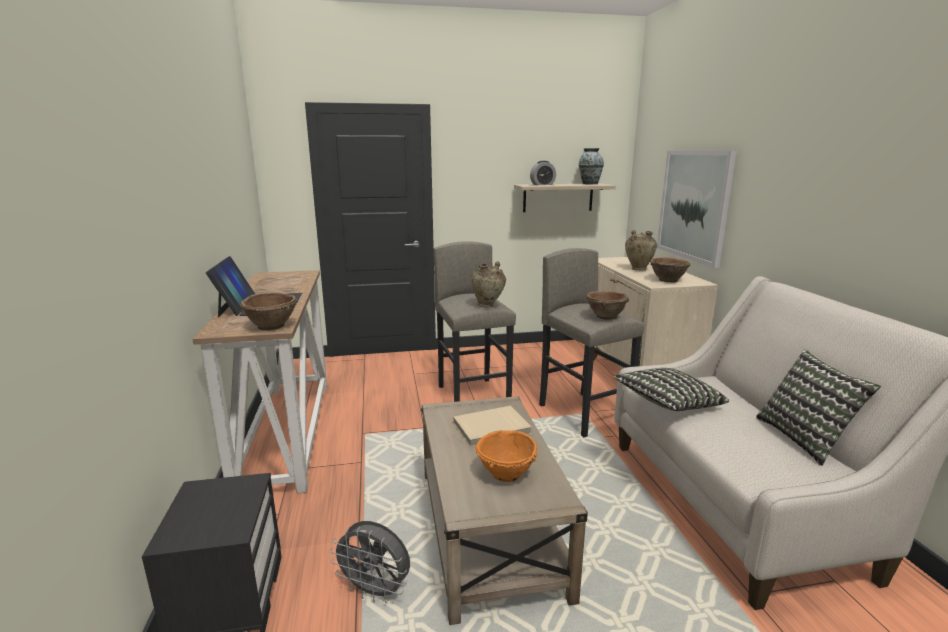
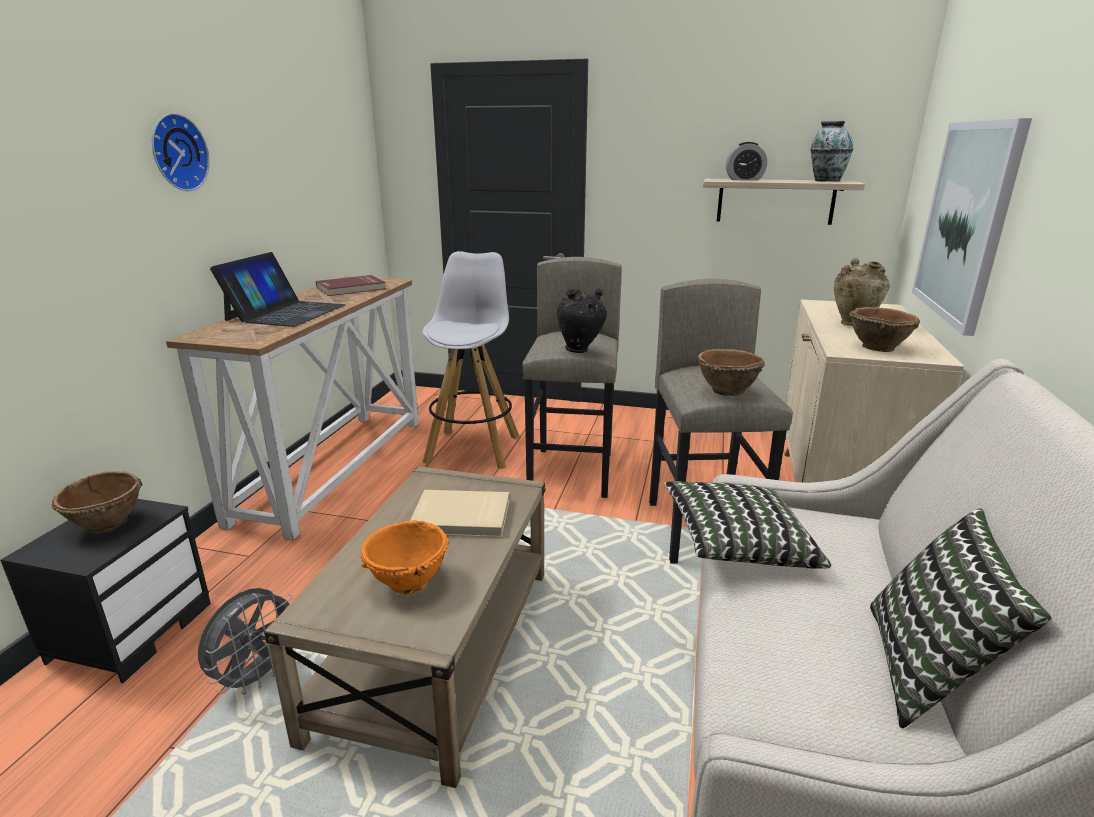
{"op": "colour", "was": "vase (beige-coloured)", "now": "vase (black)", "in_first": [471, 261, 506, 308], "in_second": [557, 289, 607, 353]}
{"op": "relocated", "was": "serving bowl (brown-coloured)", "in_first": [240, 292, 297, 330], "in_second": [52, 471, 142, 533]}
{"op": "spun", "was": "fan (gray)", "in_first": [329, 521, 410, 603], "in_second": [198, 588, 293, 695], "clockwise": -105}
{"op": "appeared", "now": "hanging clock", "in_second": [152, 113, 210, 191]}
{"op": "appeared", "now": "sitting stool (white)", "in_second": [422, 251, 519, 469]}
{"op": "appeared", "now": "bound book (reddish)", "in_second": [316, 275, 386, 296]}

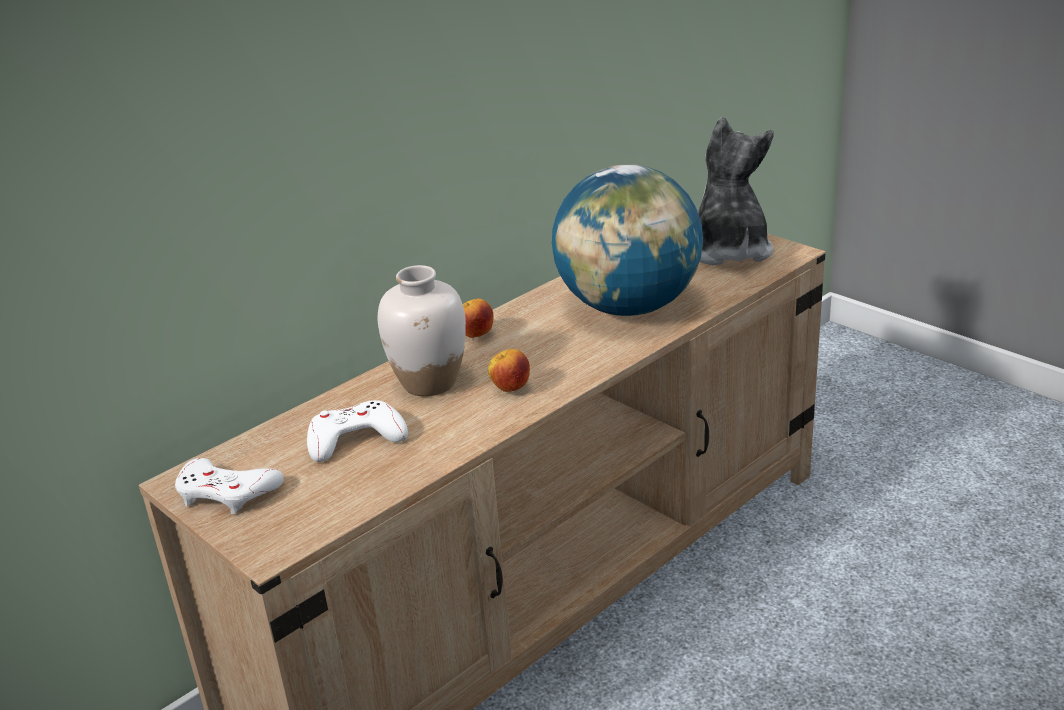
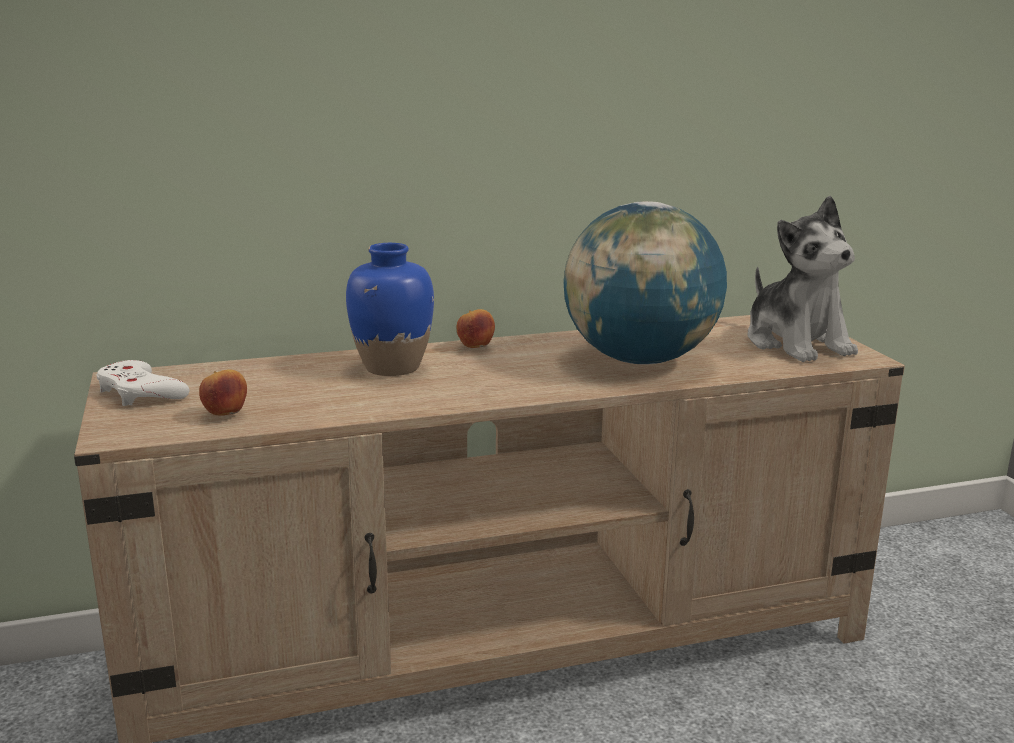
{"op": "spun", "was": "cuddly toy", "in_first": [698, 117, 774, 265], "in_second": [748, 196, 858, 362], "clockwise": 135}
{"op": "colour", "was": "vase (white)", "now": "vase (blue)", "in_first": [378, 265, 466, 396], "in_second": [346, 243, 434, 376]}
{"op": "relocated", "was": "whole apple", "in_first": [488, 349, 530, 392], "in_second": [199, 369, 247, 416]}
{"op": "missing", "was": "gamepad (white)", "in_first": [307, 400, 408, 462]}

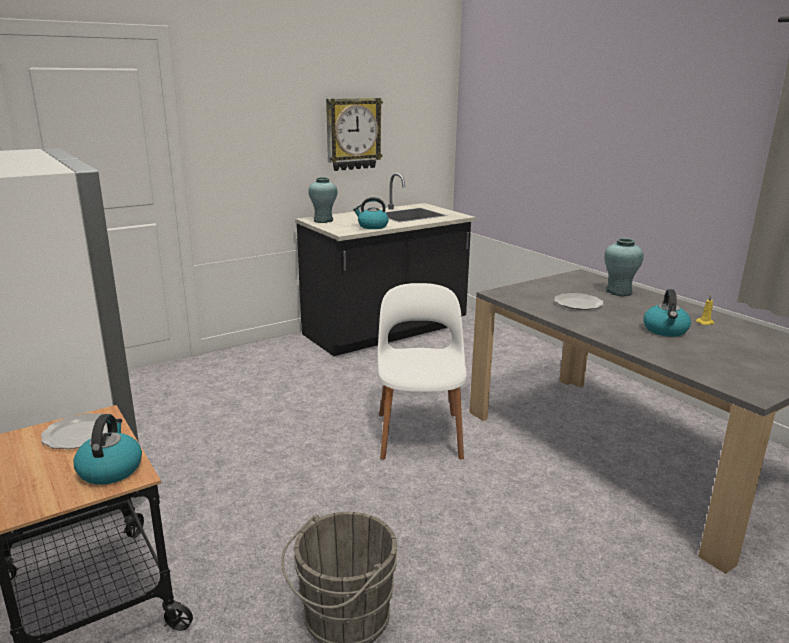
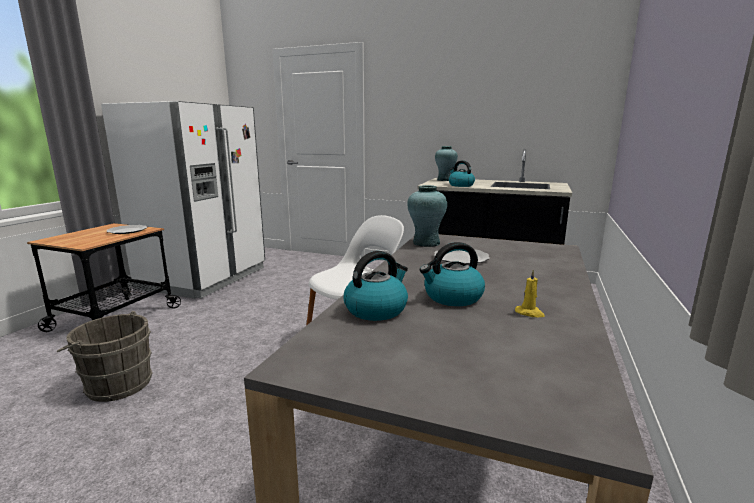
{"op": "missing", "was": "hanging clock", "in_first": [326, 98, 383, 171]}
{"op": "relocated", "was": "vase (blue-green)", "in_first": [604, 238, 644, 296], "in_second": [407, 185, 447, 247]}
{"op": "relocated", "was": "kettle", "in_first": [73, 414, 142, 485], "in_second": [344, 251, 408, 321]}

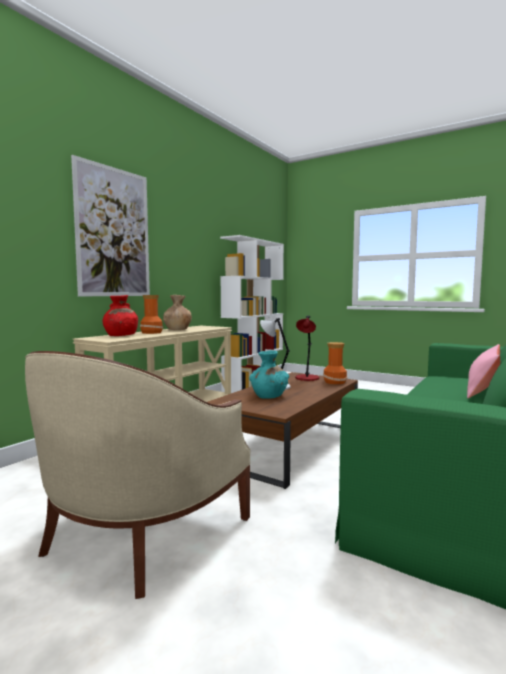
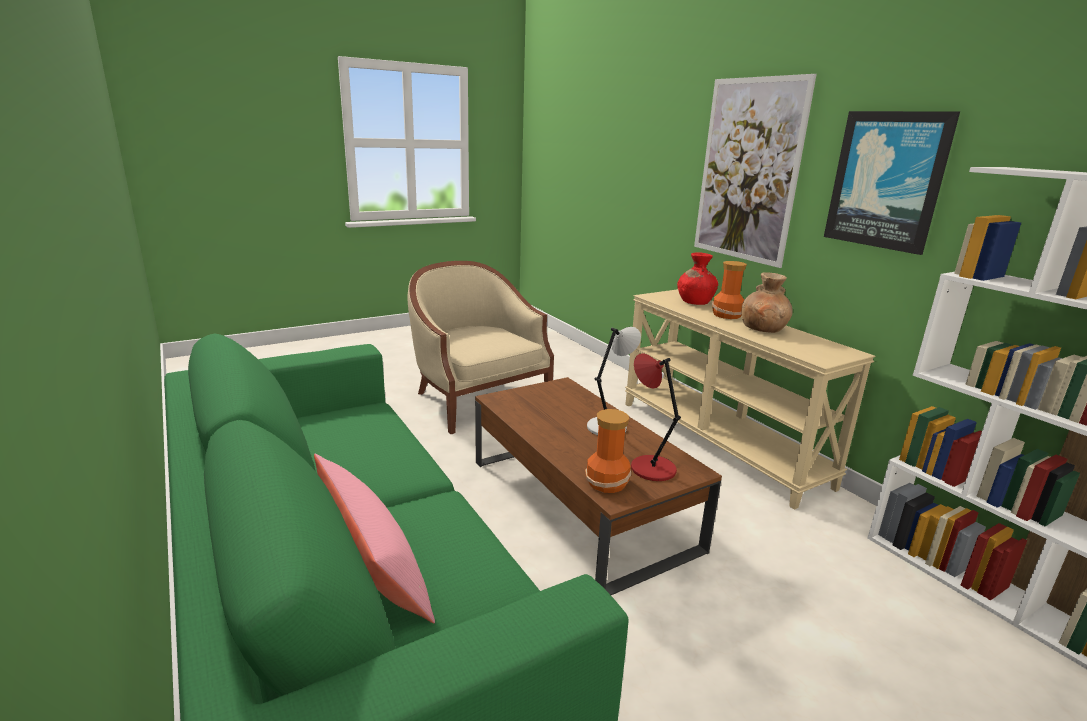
{"op": "missing", "was": "vase (blue-green)", "in_first": [249, 350, 289, 399]}
{"op": "appeared", "now": "picture", "in_second": [824, 111, 960, 255]}

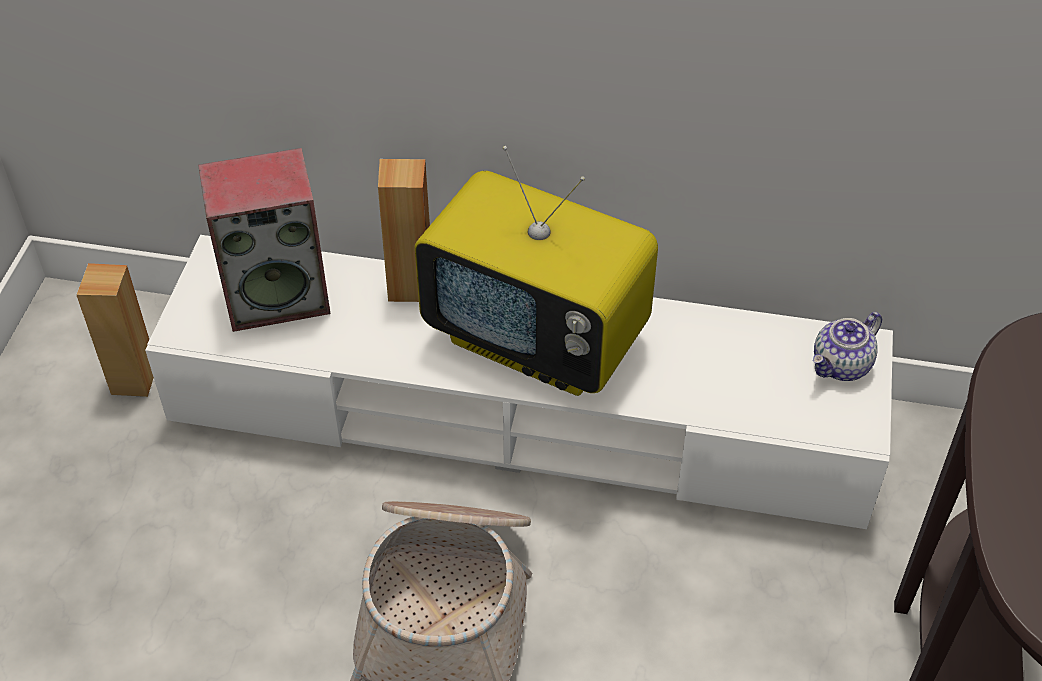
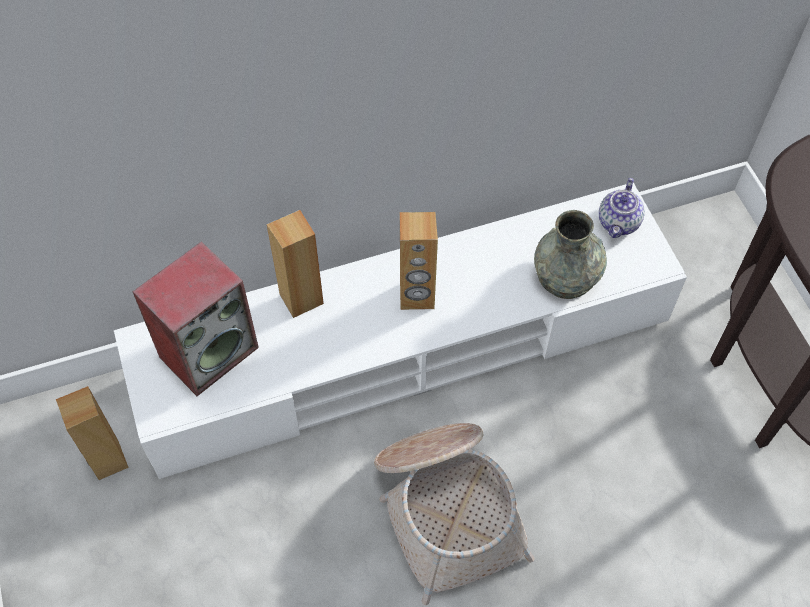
{"op": "exchanged", "was": "television", "now": "audio speaker (brown-coloured)", "in_first": [415, 146, 658, 396], "in_second": [400, 212, 438, 310]}
{"op": "appeared", "now": "vase (gray)", "in_second": [534, 210, 607, 299]}

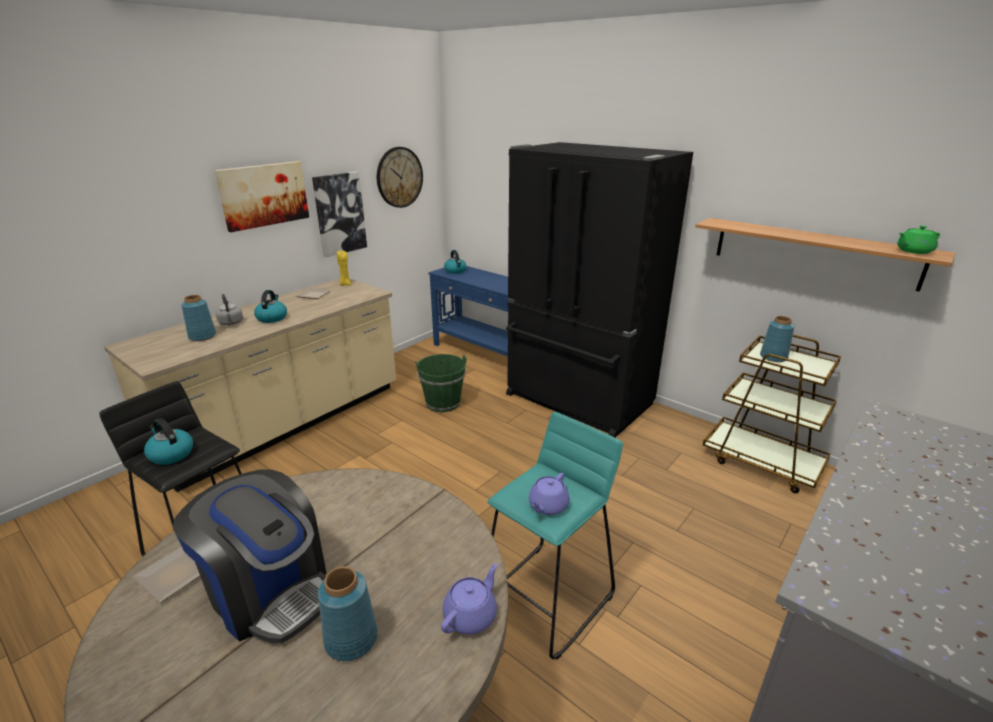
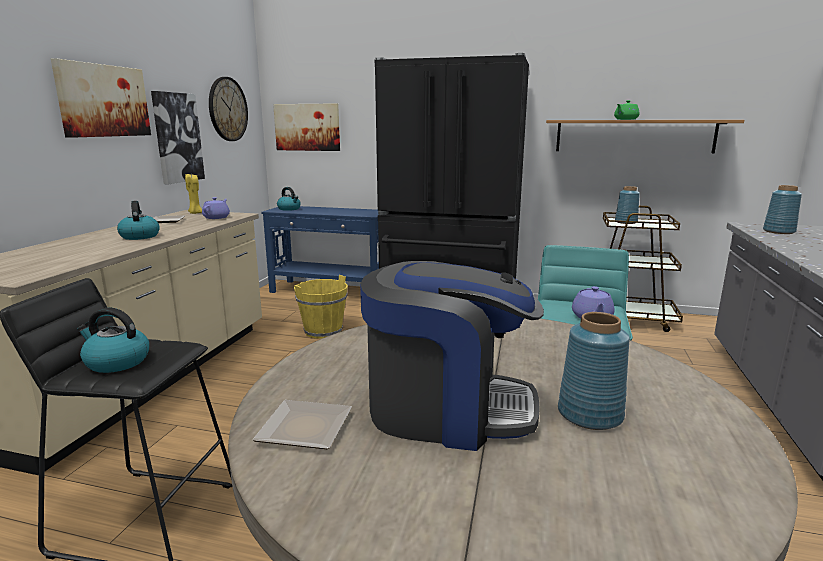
{"op": "relocated", "was": "pot for tea (green)", "in_first": [897, 225, 940, 254], "in_second": [614, 100, 640, 120]}
{"op": "missing", "was": "kettle (gray)", "in_first": [216, 294, 243, 325]}
{"op": "relocated", "was": "vase (blue)", "in_first": [181, 295, 216, 341], "in_second": [763, 185, 802, 234]}
{"op": "colour", "was": "water bucket (green)", "now": "water bucket (yellow-coloured)", "in_first": [415, 354, 467, 412], "in_second": [294, 275, 348, 339]}
{"op": "relocated", "was": "pot for tea (purplish)", "in_first": [441, 563, 498, 634], "in_second": [202, 197, 230, 219]}
{"op": "appeared", "now": "picture", "in_second": [273, 103, 340, 151]}

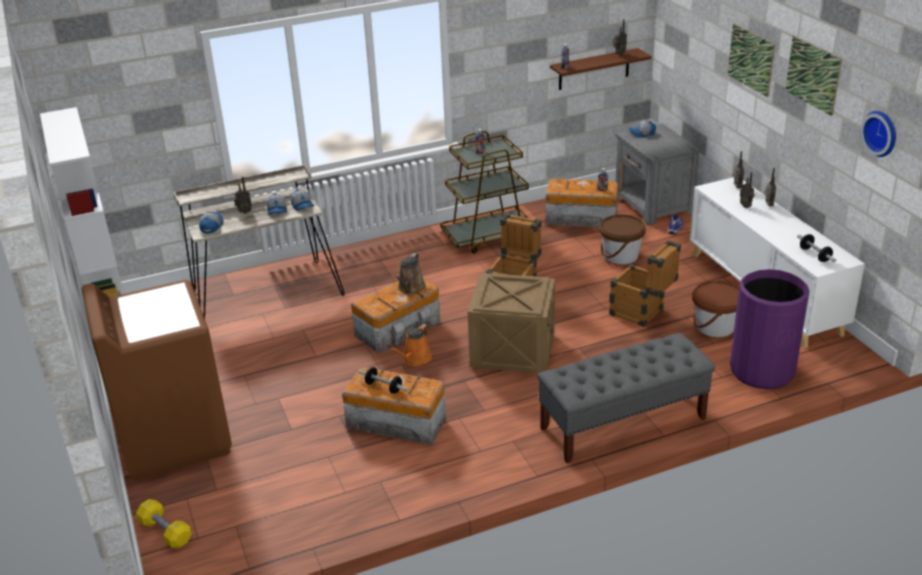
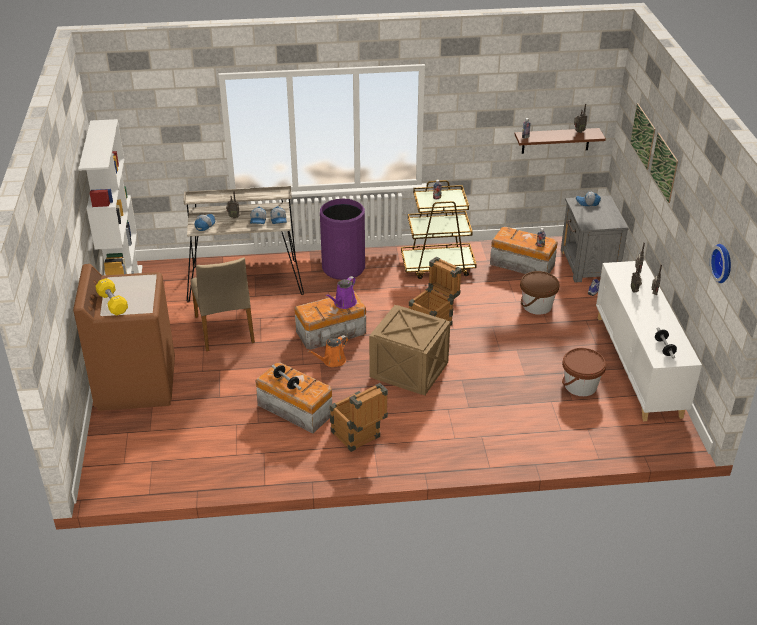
{"op": "relocated", "was": "picture", "in_first": [785, 36, 842, 116], "in_second": [630, 103, 655, 170]}
{"op": "relocated", "was": "shipping crate", "in_first": [609, 241, 681, 327], "in_second": [330, 383, 388, 452]}
{"op": "colour", "was": "watering pot (brown-coloured)", "now": "watering pot (purplish)", "in_first": [395, 253, 426, 294], "in_second": [325, 276, 357, 309]}
{"op": "relocated", "was": "rubbish bin (purplish)", "in_first": [730, 269, 809, 389], "in_second": [320, 199, 365, 280]}
{"op": "missing", "was": "bench (gray)", "in_first": [537, 333, 715, 463]}
{"op": "relocated", "was": "hand weight (yellow-coloured)", "in_first": [136, 499, 192, 549], "in_second": [95, 278, 128, 315]}
{"op": "appeared", "now": "plain chair (beige-coloured)", "in_second": [190, 257, 255, 351]}

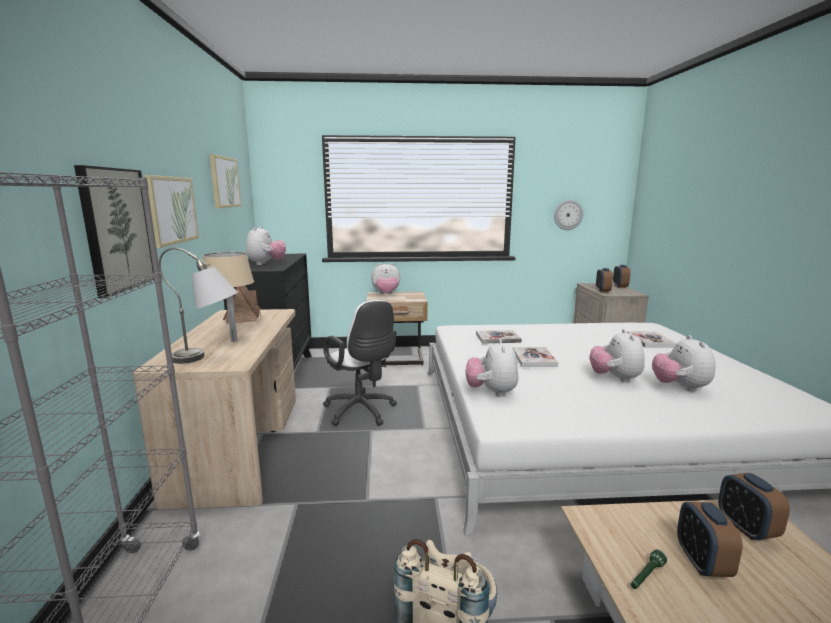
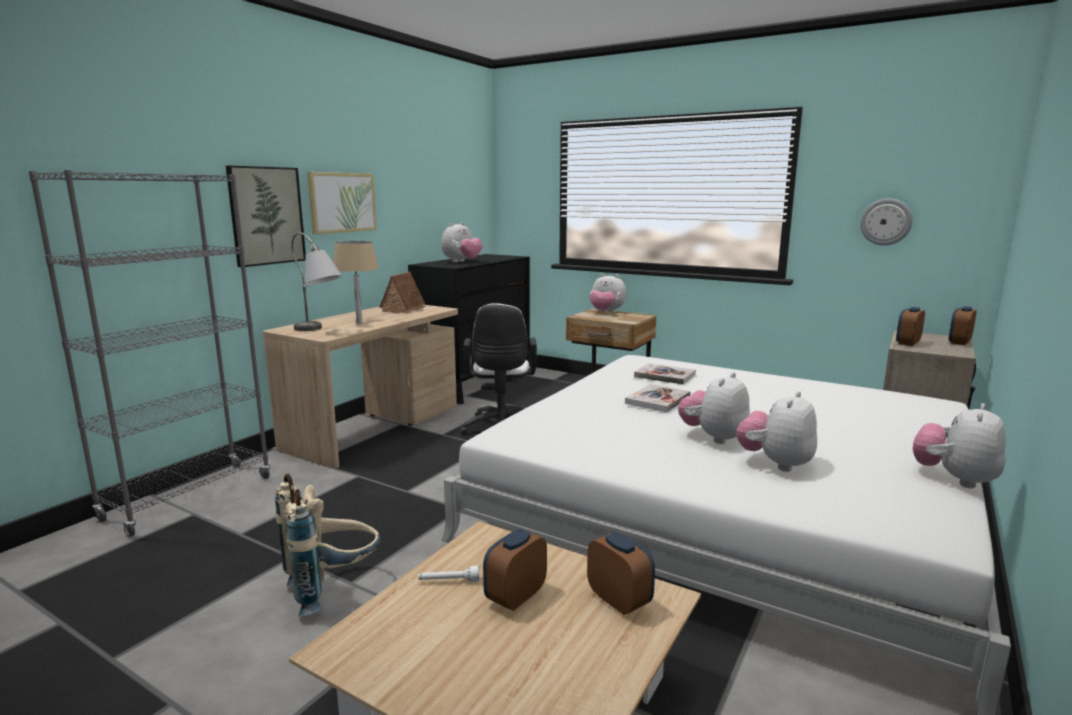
{"op": "missing", "was": "picture", "in_first": [209, 154, 241, 208]}
{"op": "missing", "was": "bound book", "in_first": [627, 331, 677, 348]}
{"op": "relocated", "was": "cuddly toy", "in_first": [466, 339, 518, 397], "in_second": [913, 403, 1006, 488]}
{"op": "spun", "was": "table clock", "in_first": [718, 473, 790, 540], "in_second": [587, 532, 655, 615], "clockwise": 120}
{"op": "colour", "was": "hand torch (green)", "now": "hand torch (white)", "in_first": [631, 550, 667, 589], "in_second": [418, 566, 479, 582]}

